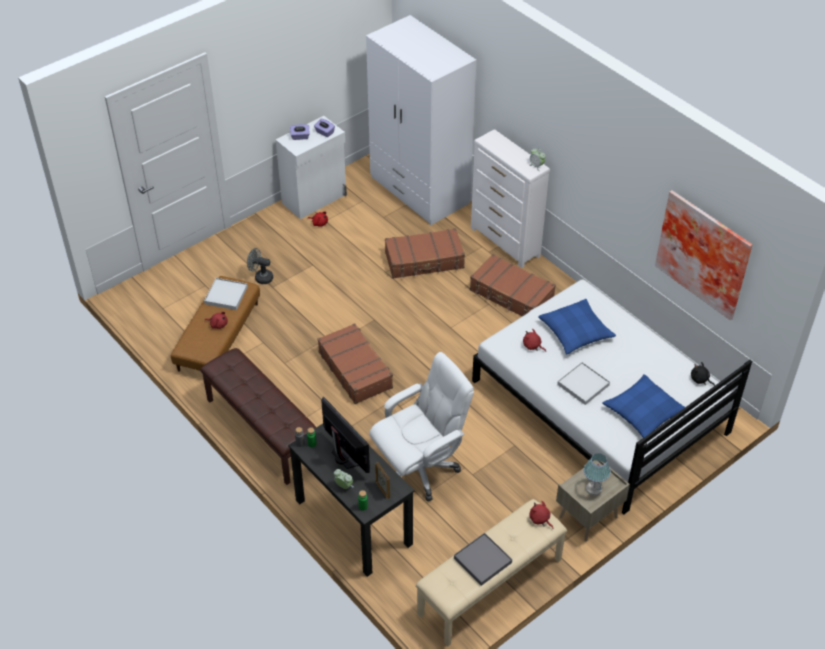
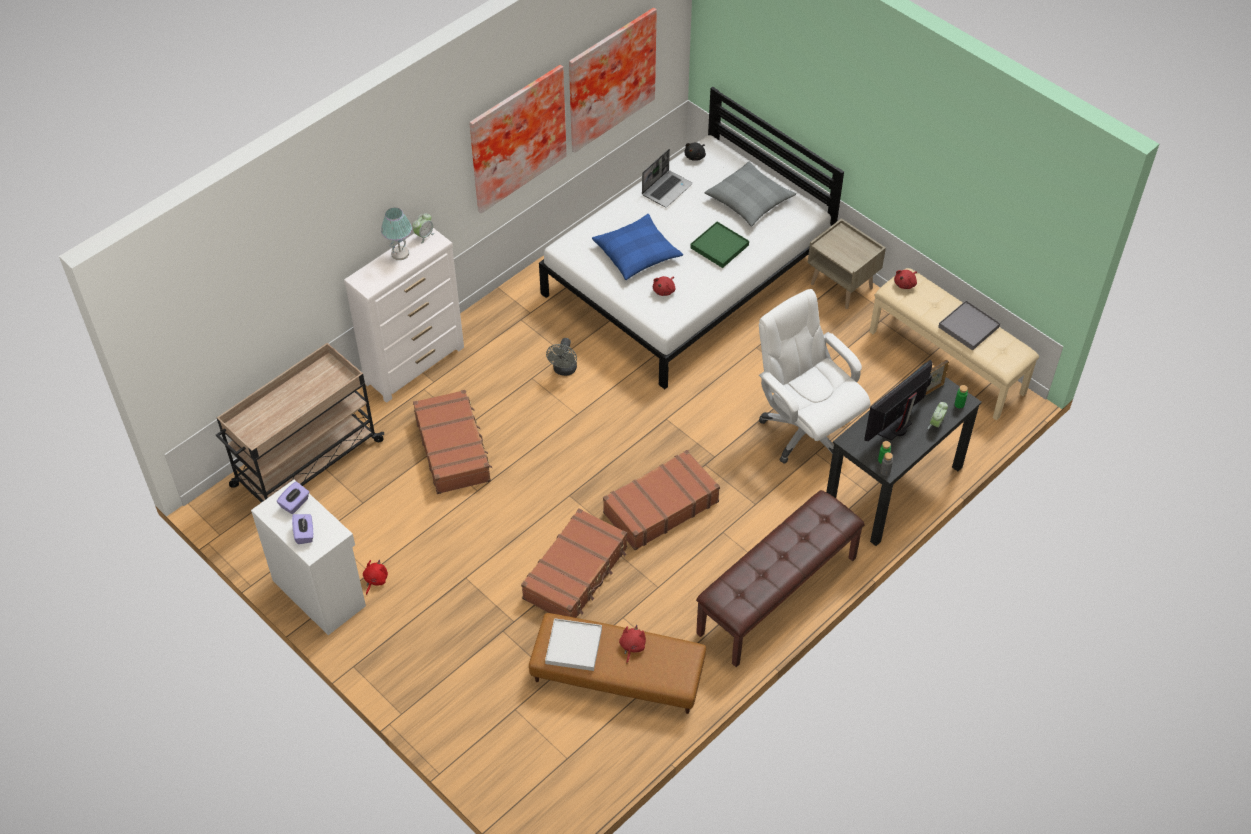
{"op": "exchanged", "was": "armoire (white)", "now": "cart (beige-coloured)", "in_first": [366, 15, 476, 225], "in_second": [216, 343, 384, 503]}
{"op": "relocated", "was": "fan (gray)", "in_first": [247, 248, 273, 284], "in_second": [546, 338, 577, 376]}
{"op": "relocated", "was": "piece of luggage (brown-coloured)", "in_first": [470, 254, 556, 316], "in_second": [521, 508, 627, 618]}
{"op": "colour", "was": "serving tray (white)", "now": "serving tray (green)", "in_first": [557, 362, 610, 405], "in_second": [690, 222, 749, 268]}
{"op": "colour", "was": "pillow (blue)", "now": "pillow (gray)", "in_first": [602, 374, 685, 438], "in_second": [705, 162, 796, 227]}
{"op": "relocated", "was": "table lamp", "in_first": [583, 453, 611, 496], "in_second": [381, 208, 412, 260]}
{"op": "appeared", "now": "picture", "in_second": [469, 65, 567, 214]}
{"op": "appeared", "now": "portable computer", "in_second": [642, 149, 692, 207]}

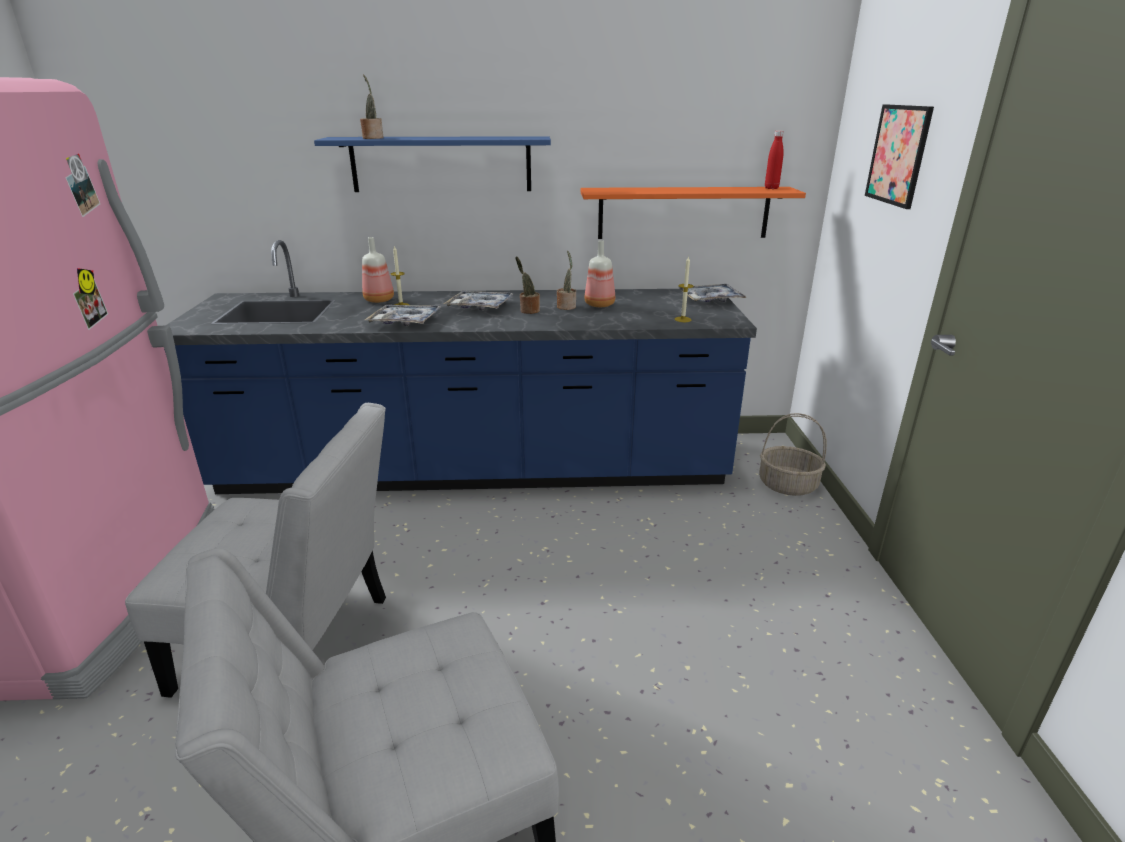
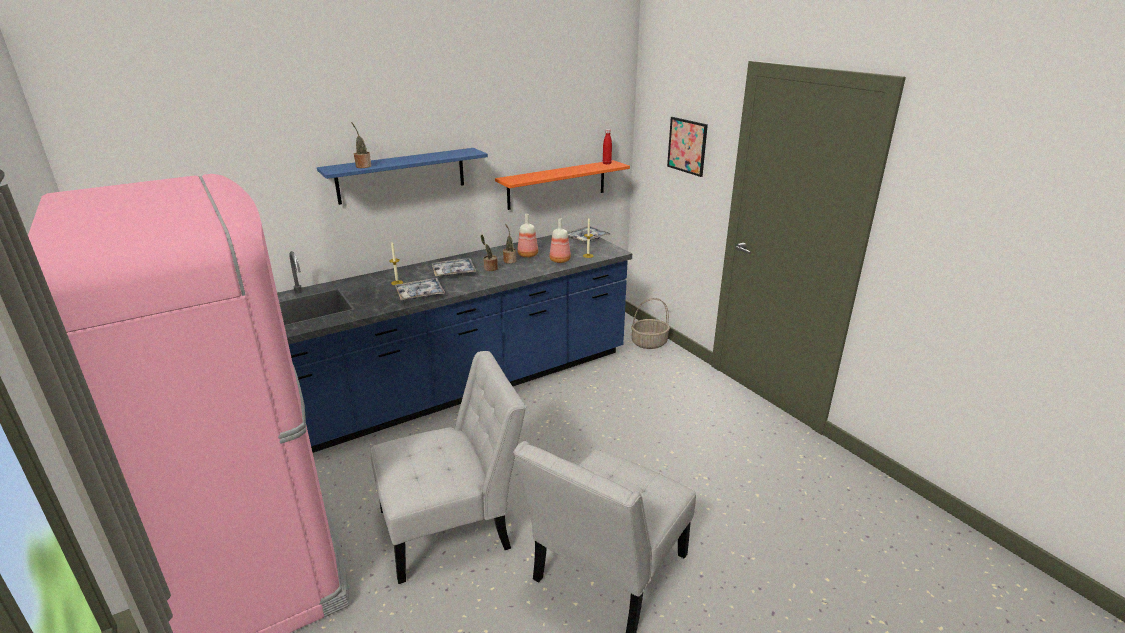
{"op": "relocated", "was": "beverage bottle", "in_first": [362, 237, 394, 303], "in_second": [550, 218, 571, 263]}

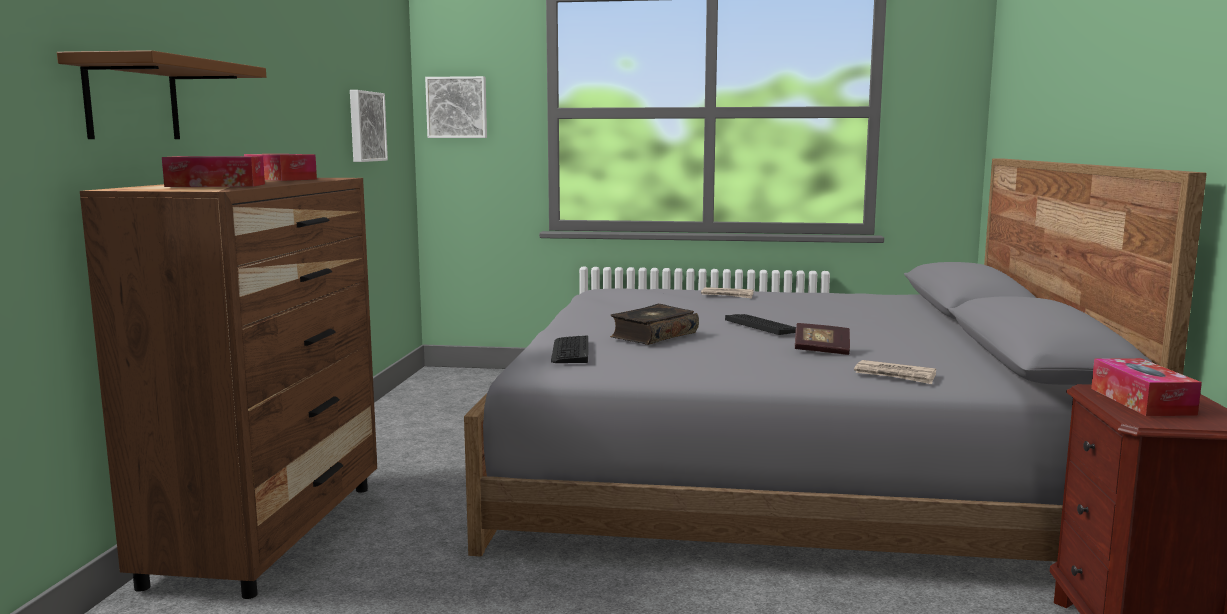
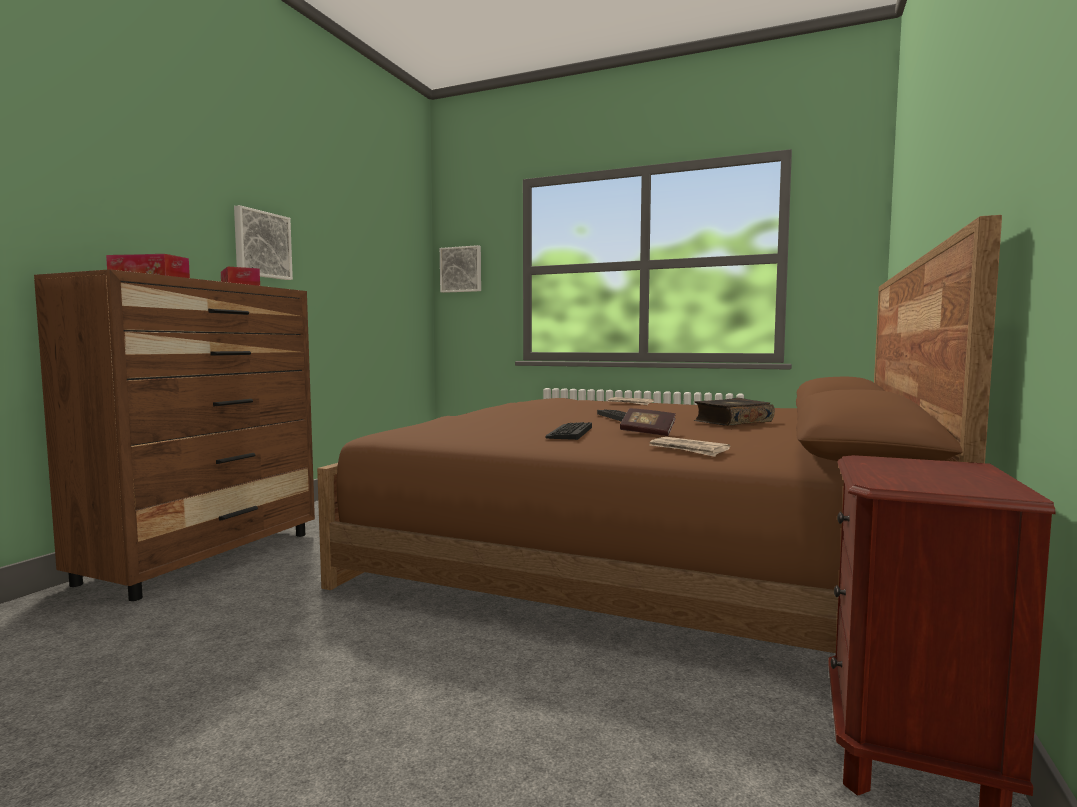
{"op": "missing", "was": "wall shelf (brown-coloured)", "in_first": [57, 50, 266, 139]}
{"op": "relocated", "was": "picture", "in_first": [350, 90, 388, 162], "in_second": [234, 205, 293, 280]}
{"op": "colour", "was": "sleeping bed (gray)", "now": "sleeping bed (brown-coloured)", "in_first": [464, 158, 1207, 562], "in_second": [317, 215, 1002, 653]}
{"op": "relocated", "was": "bound book", "in_first": [610, 304, 699, 345], "in_second": [694, 398, 775, 426]}
{"op": "relocated", "was": "keyboard", "in_first": [551, 336, 588, 363], "in_second": [546, 422, 592, 440]}
{"op": "missing", "was": "tissue holder", "in_first": [1091, 358, 1202, 416]}

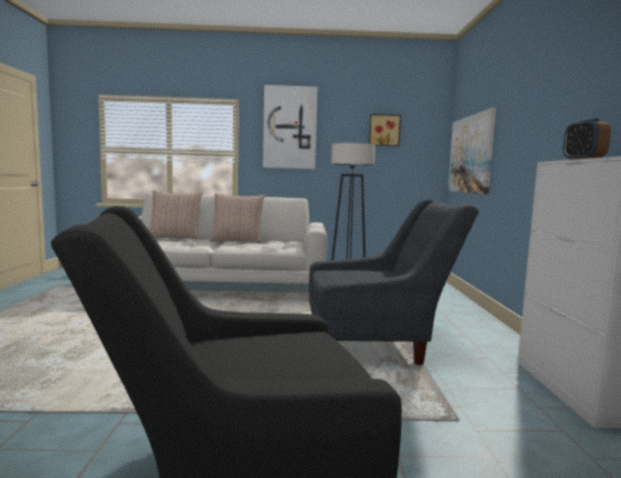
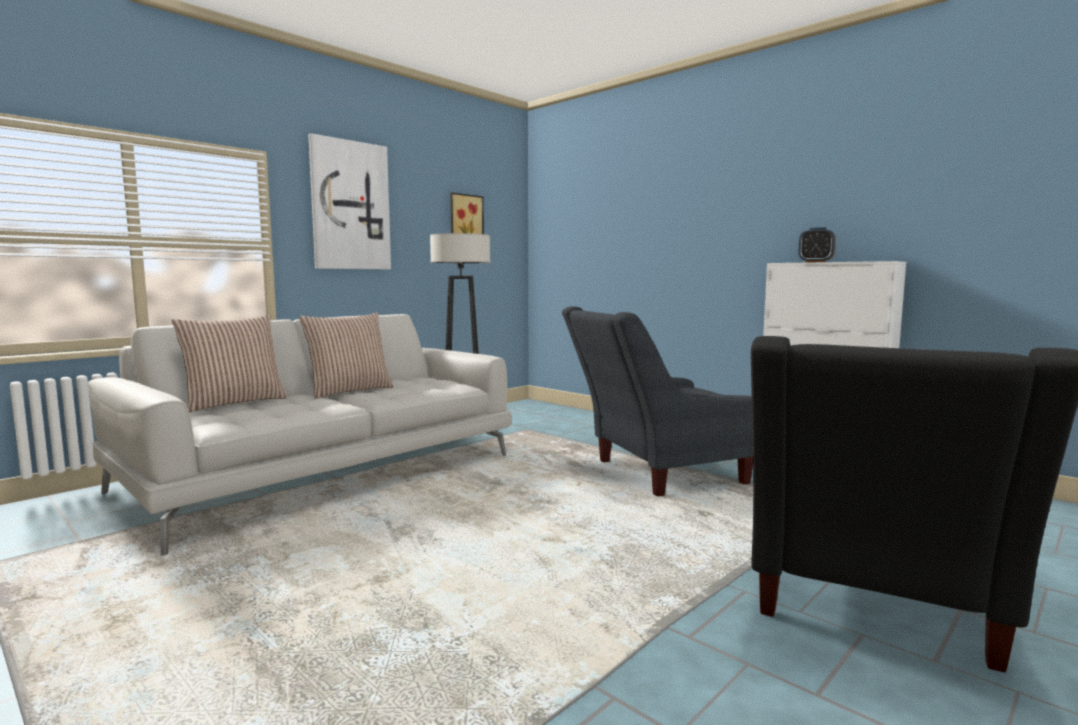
{"op": "missing", "was": "picture", "in_first": [448, 108, 496, 194]}
{"op": "spun", "was": "easy chair (gray)", "in_first": [309, 199, 479, 365], "in_second": [562, 306, 753, 496], "clockwise": -150}

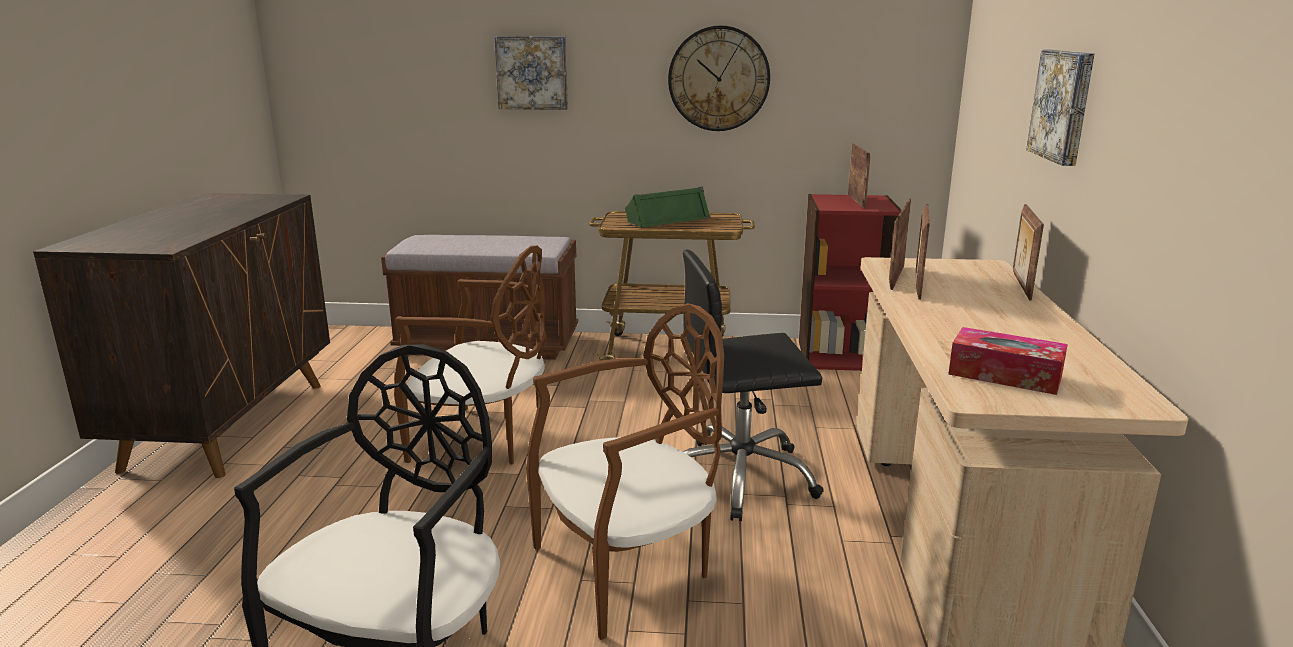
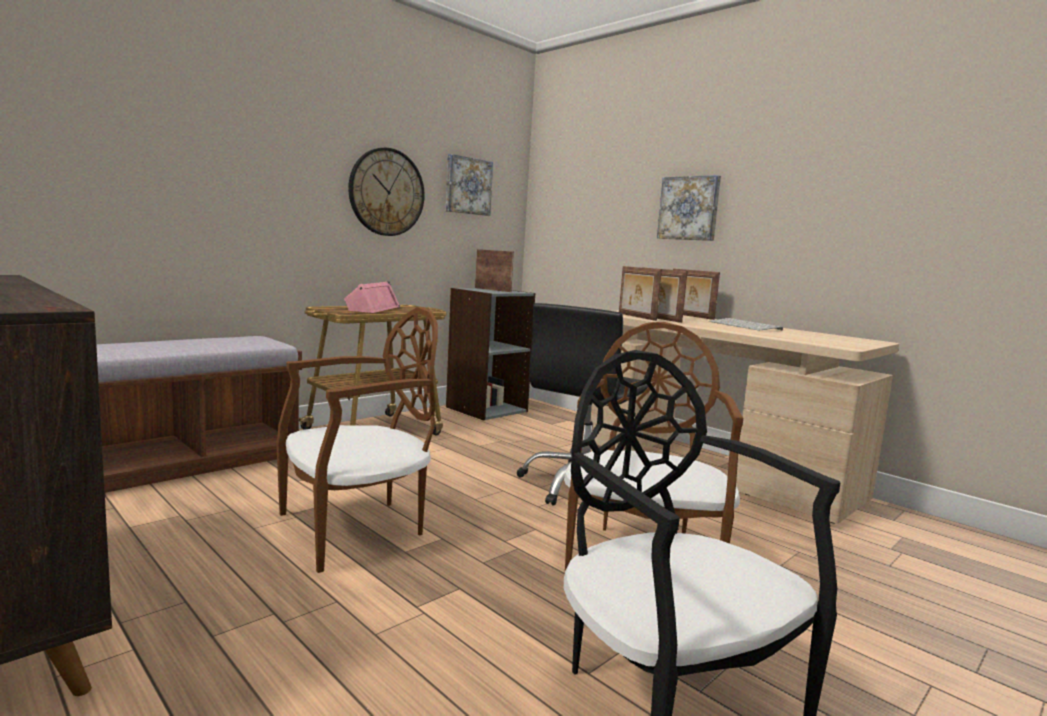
{"op": "relocated", "was": "picture", "in_first": [494, 36, 568, 110], "in_second": [446, 154, 493, 216]}
{"op": "colour", "was": "audio speaker (green)", "now": "audio speaker (pink-coloured)", "in_first": [625, 187, 710, 228], "in_second": [344, 281, 400, 313]}
{"op": "colour", "was": "shelving unit (reddish)", "now": "shelving unit (gray)", "in_first": [799, 194, 902, 371], "in_second": [446, 288, 535, 421]}
{"op": "missing", "was": "tissue holder", "in_first": [948, 327, 1068, 395]}
{"op": "appeared", "now": "keyboard", "in_second": [709, 318, 783, 331]}

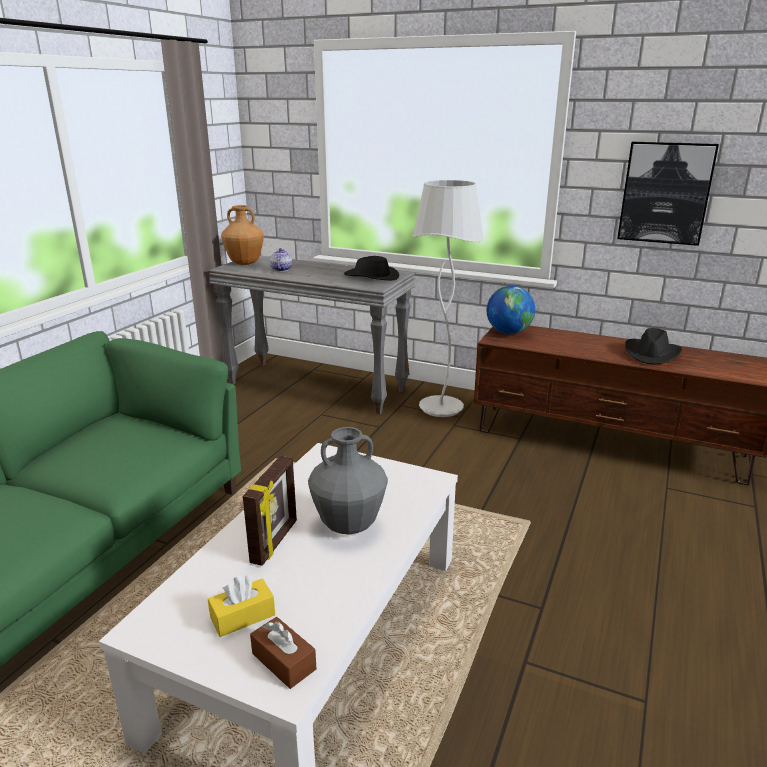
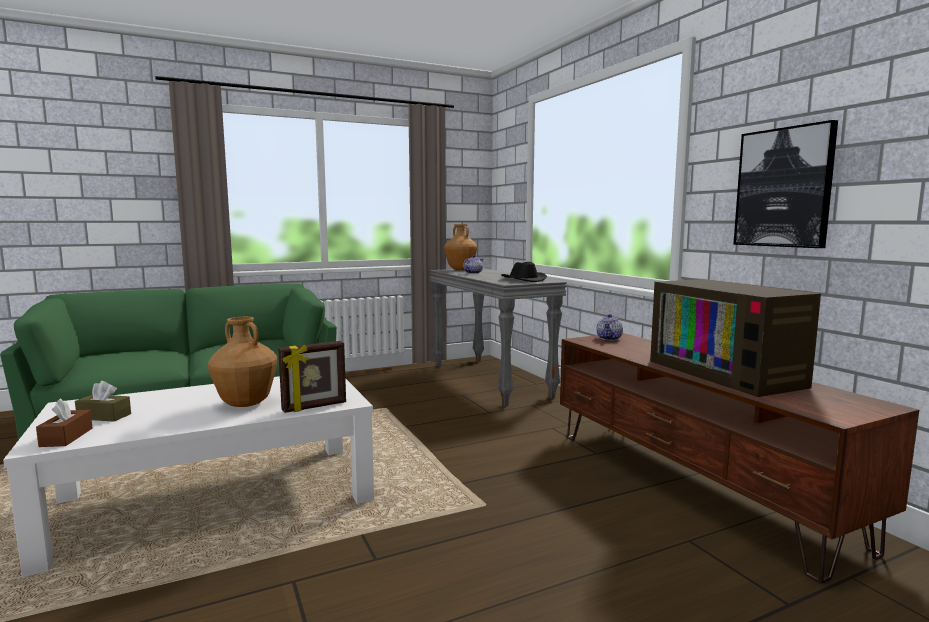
{"op": "missing", "was": "standing lamp (white)", "in_first": [412, 180, 483, 417]}
{"op": "exchanged", "was": "desk globe", "now": "pot for tea", "in_first": [487, 286, 535, 334], "in_second": [596, 314, 623, 340]}
{"op": "exchanged", "was": "wearable hat (black)", "now": "television", "in_first": [625, 328, 682, 364], "in_second": [650, 279, 821, 397]}
{"op": "colour", "was": "vase (gray)", "now": "vase (brown-coloured)", "in_first": [308, 427, 388, 534], "in_second": [208, 317, 277, 407]}
{"op": "relocated", "was": "standing frame", "in_first": [243, 456, 297, 566], "in_second": [278, 341, 346, 413]}
{"op": "colour", "was": "tissue holder (yellow-coloured)", "now": "tissue holder (brown-coloured)", "in_first": [208, 575, 275, 637], "in_second": [75, 381, 131, 422]}

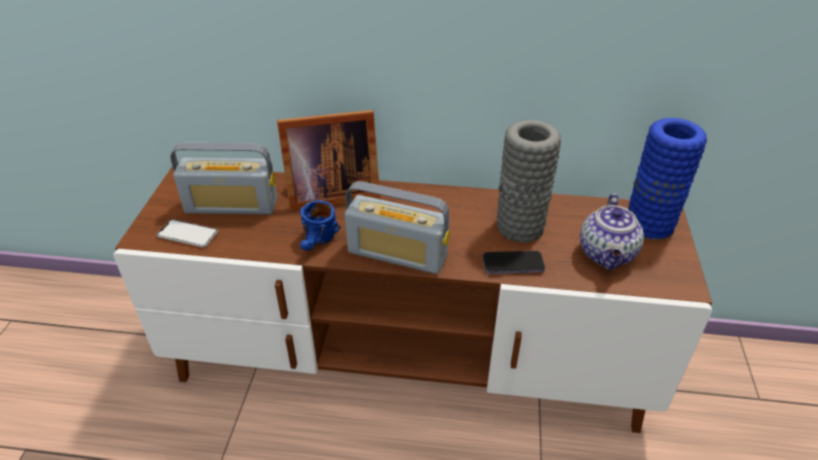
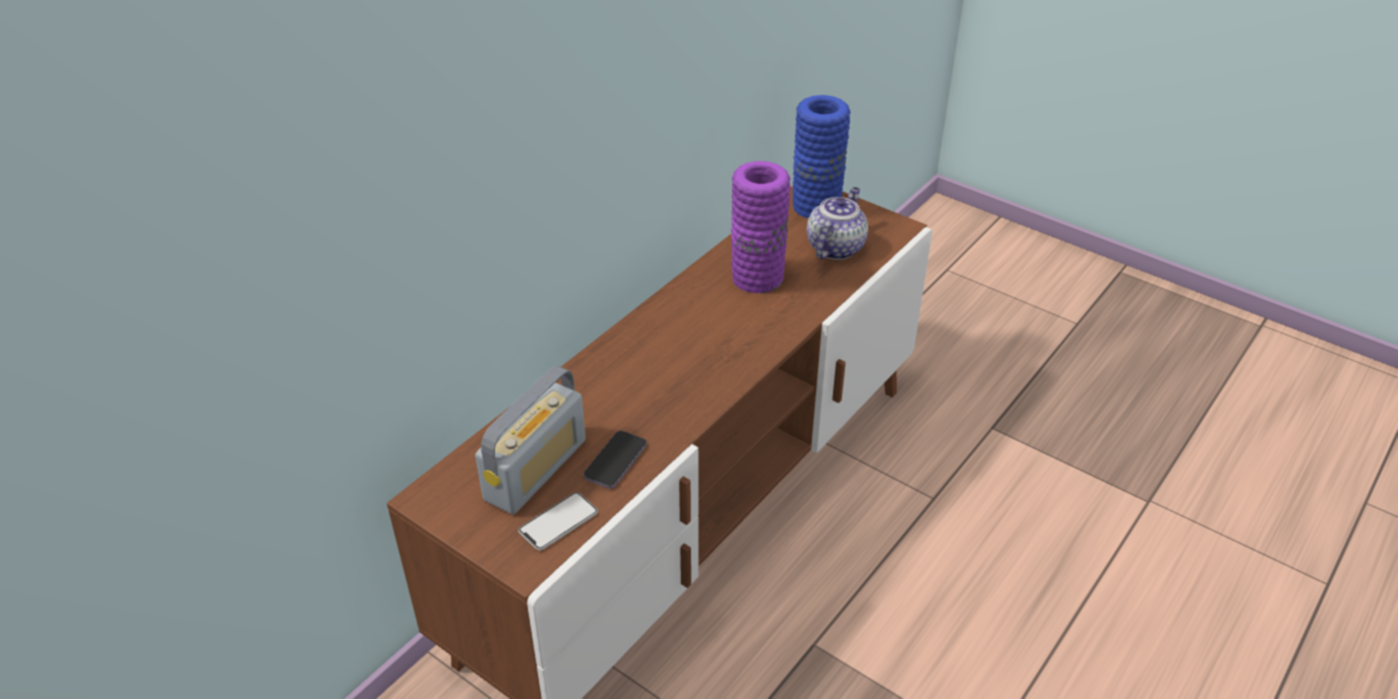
{"op": "missing", "was": "standing frame", "in_first": [277, 110, 380, 211]}
{"op": "colour", "was": "vase (gray)", "now": "vase (purplish)", "in_first": [497, 120, 561, 243], "in_second": [731, 161, 791, 293]}
{"op": "missing", "was": "radio", "in_first": [345, 181, 450, 274]}
{"op": "spun", "was": "pot for tea", "in_first": [580, 194, 644, 270], "in_second": [807, 187, 868, 260], "clockwise": -105}
{"op": "missing", "was": "mug (blue)", "in_first": [300, 200, 341, 251]}
{"op": "relocated", "was": "handset", "in_first": [483, 251, 545, 274], "in_second": [583, 431, 647, 489]}

